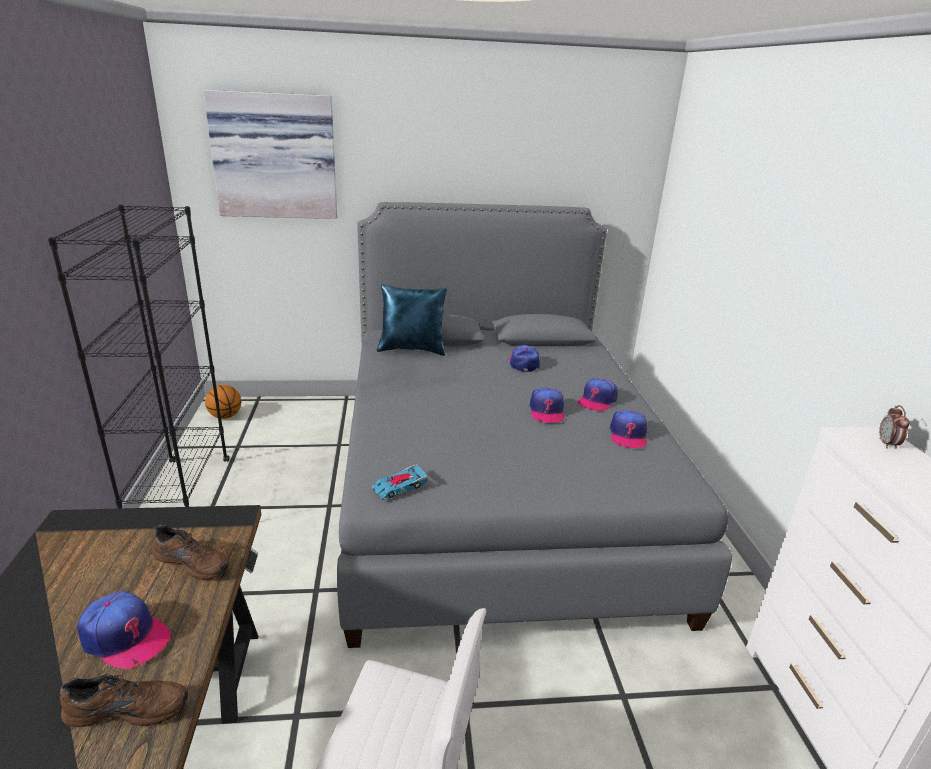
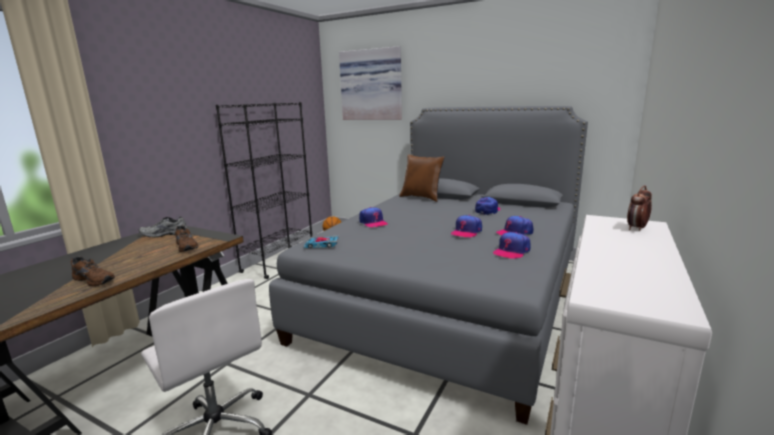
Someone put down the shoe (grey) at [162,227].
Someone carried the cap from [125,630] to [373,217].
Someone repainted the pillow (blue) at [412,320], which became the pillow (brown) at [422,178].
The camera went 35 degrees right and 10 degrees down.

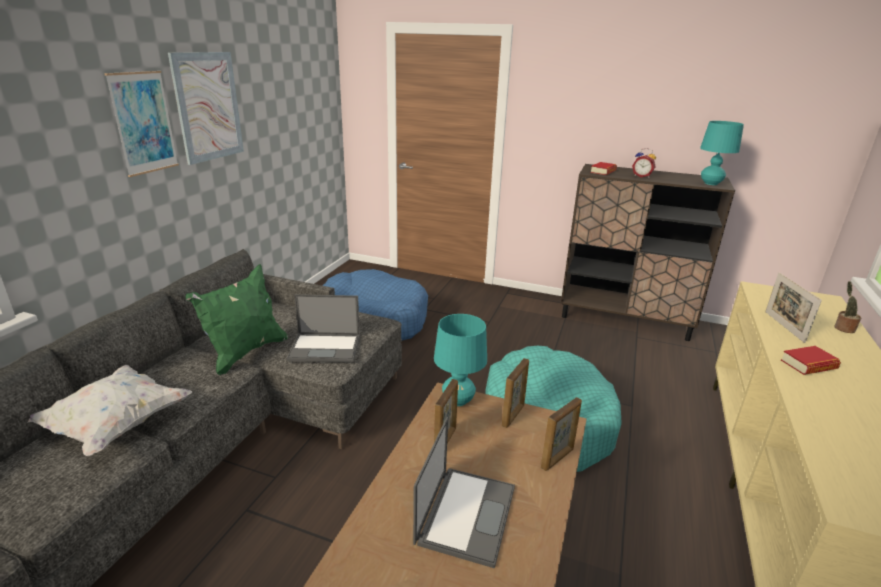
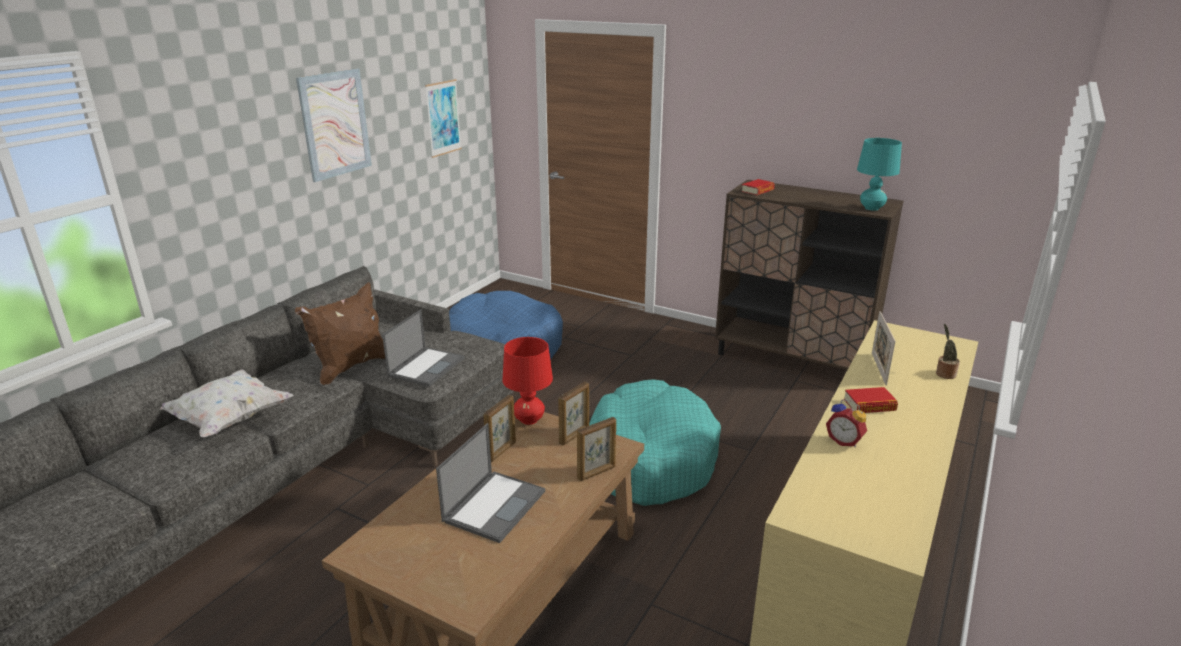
Someone carried the picture from [141,124] to [443,118].
Someone carried the alarm clock from [644,163] to [846,423].
Someone repainted the pillow (green) at [236,319], which became the pillow (brown) at [340,333].
Someone repainted the table lamp (turquoise) at [460,360], which became the table lamp (red) at [527,381].
Someone rotated the laptop at [323,328] by 75 degrees counterclockwise.
The camera went 10 degrees right and 0 degrees up.

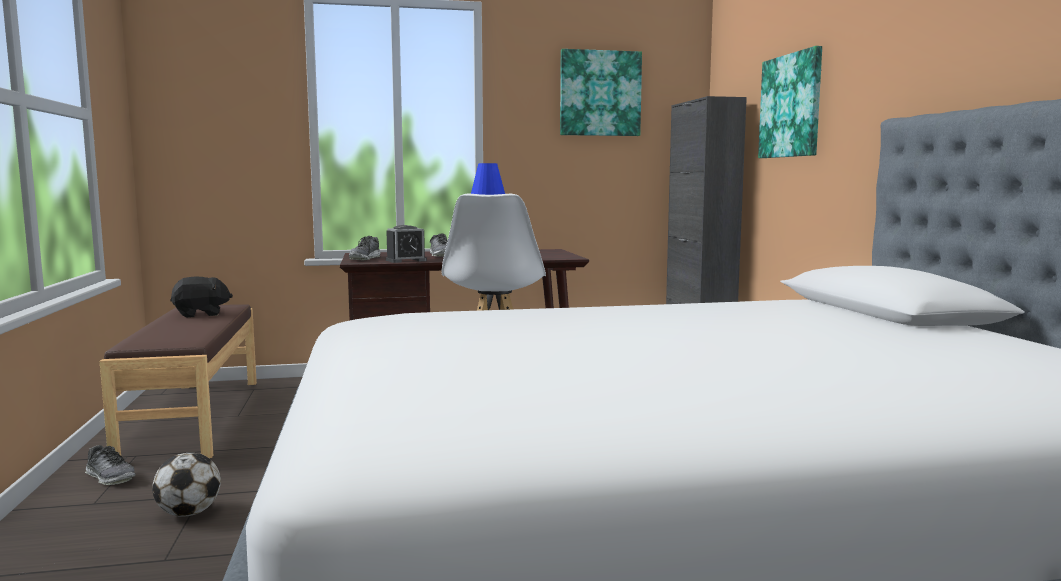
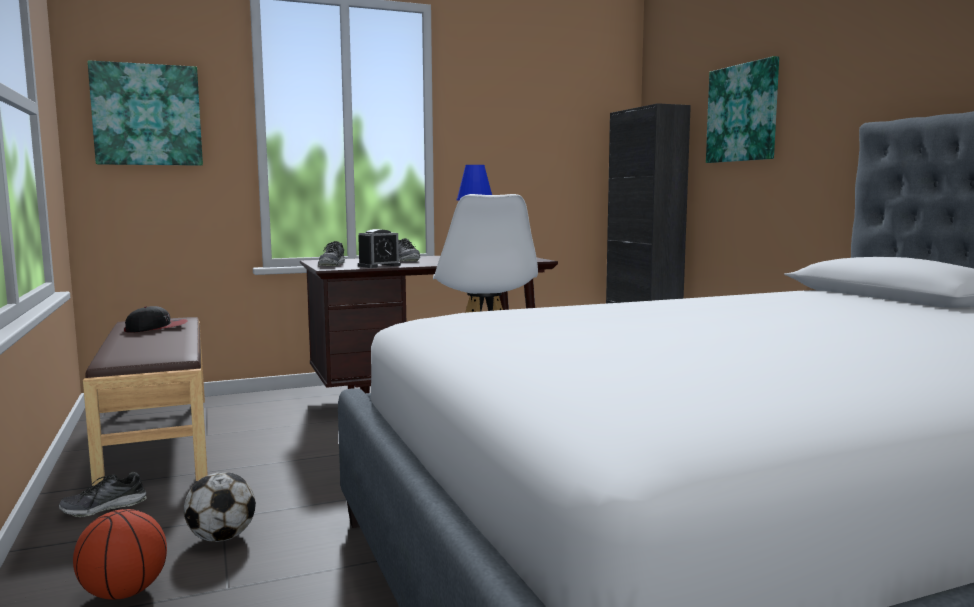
Someone put down the basketball at [120,554].
Someone carried the picture from [601,92] to [145,113].
Someone swapped the plush toy (black) at [201,297] for the cap at [156,319].
Someone rotated the shoe at [110,465] by 120 degrees clockwise.
The camera went 10 degrees left and 0 degrees up.

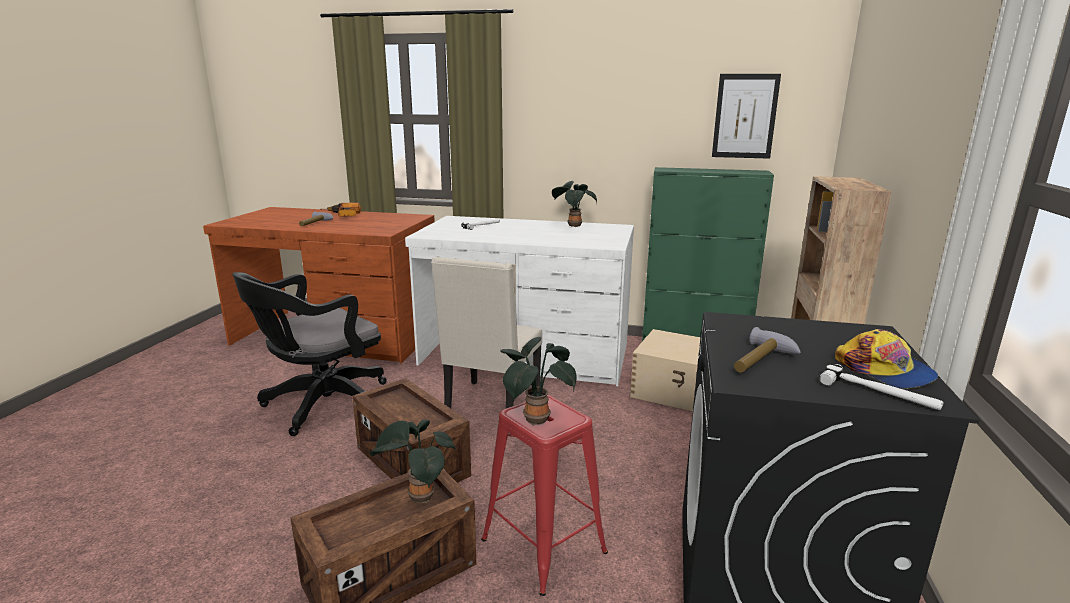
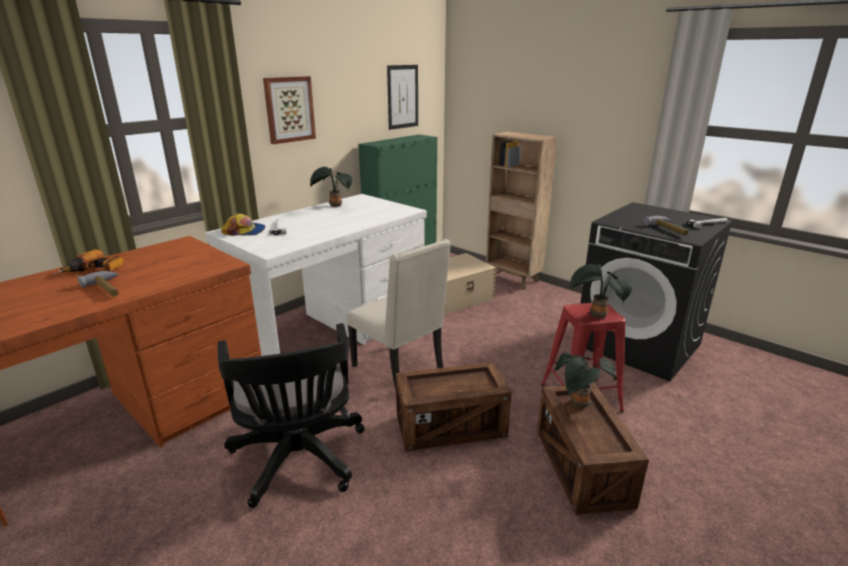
Someone put up the picture at [289,110].
Someone carried the cap from [886,359] to [243,225].
The camera went 60 degrees left and 5 degrees up.

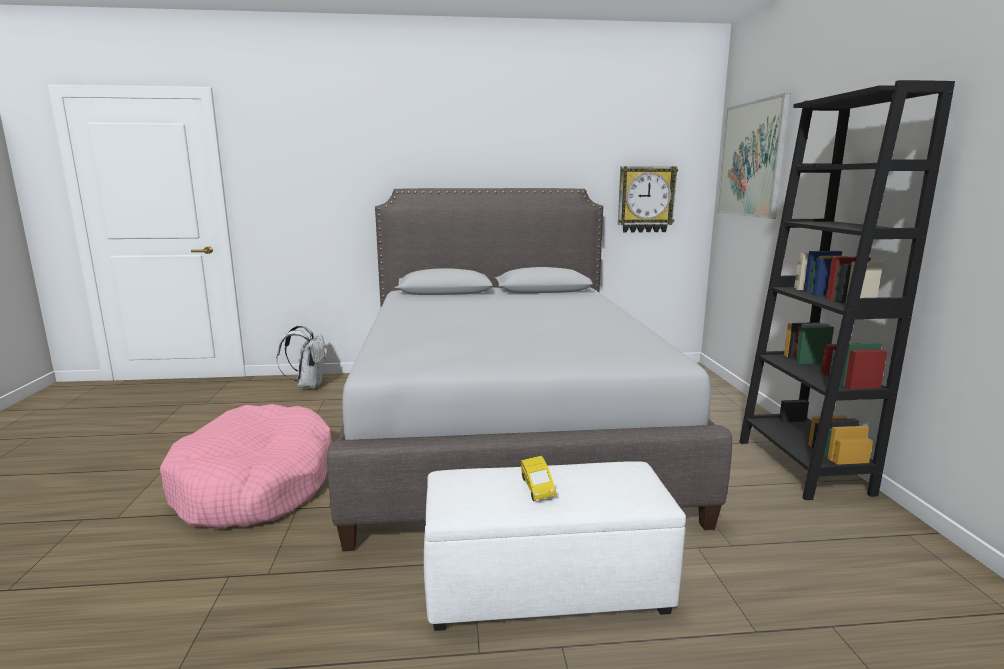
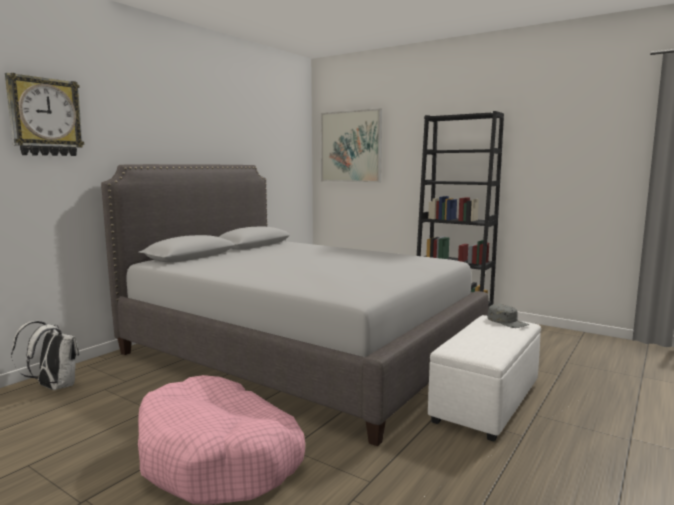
Someone took away the toy car (yellow) at [538,478].
Someone put down the cap (grey) at [508,316].
Someone carried the wall clock from [648,199] to [44,114].
The camera went 50 degrees left and 5 degrees down.

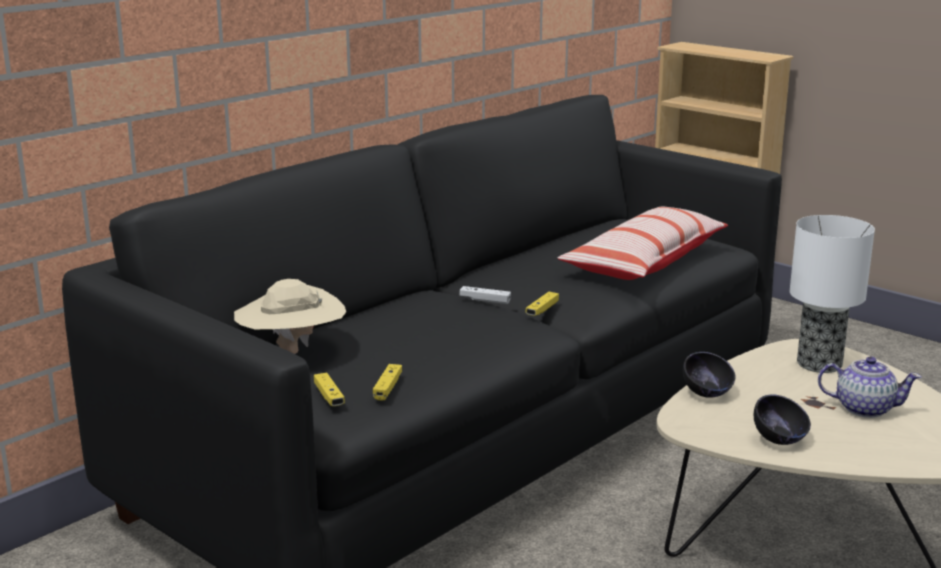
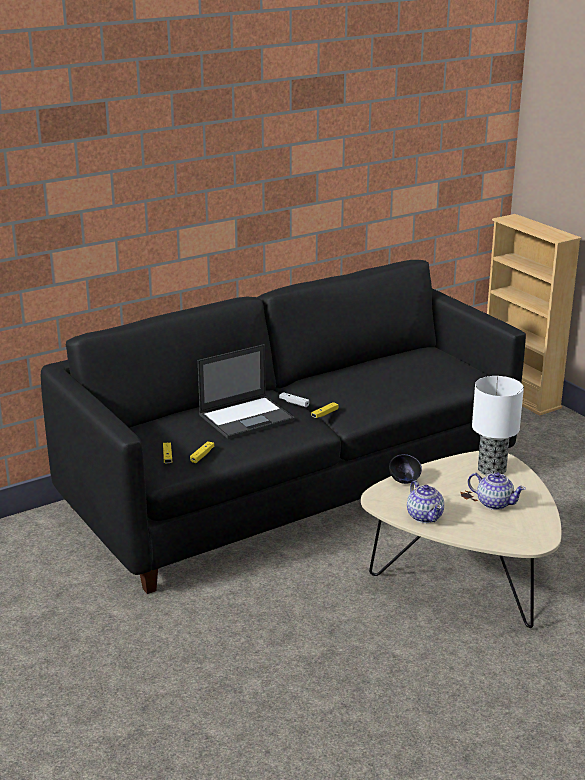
Someone took away the hat (beige) at [290,316].
Someone took away the pillow at [642,243].
Someone put down the laptop at [246,391].
Someone swapped the bowl (black) at [782,419] for the teapot at [425,501].
The camera went 15 degrees right and 5 degrees up.

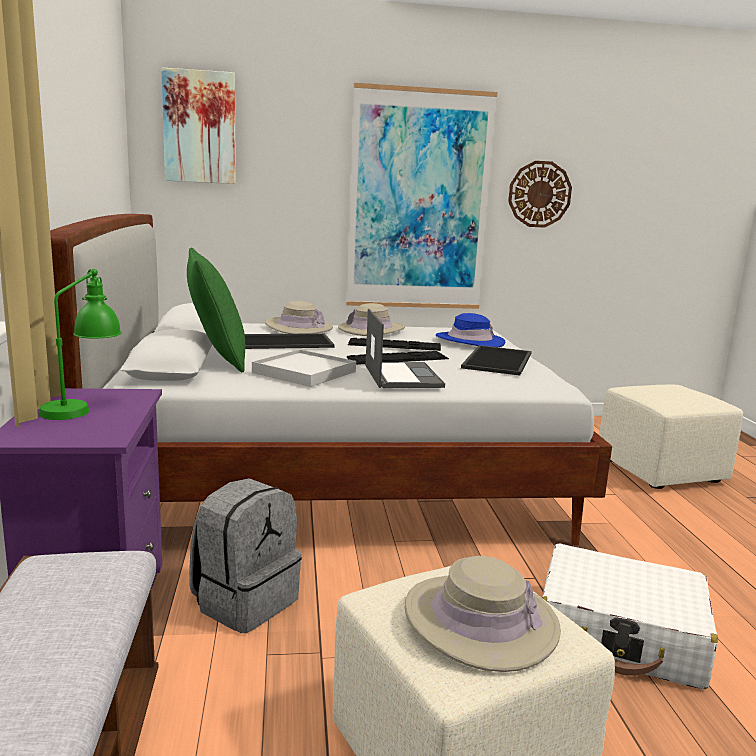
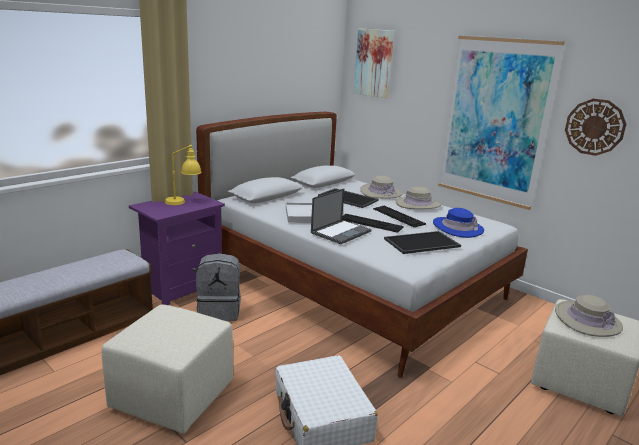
Someone took away the pillow (green) at [216,310].
Someone carried the hat (beige) from [483,614] to [589,316].
Someone repainted the table lamp (green) at [80,344], which became the table lamp (yellow) at [183,175].
The camera went 50 degrees right and 5 degrees up.

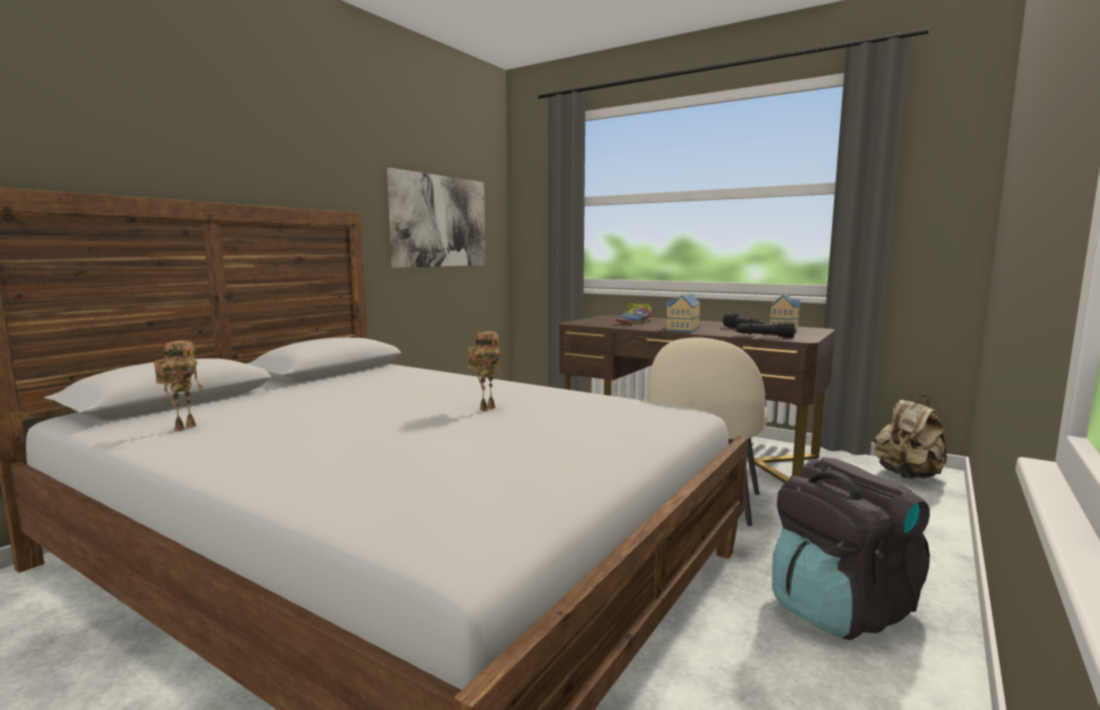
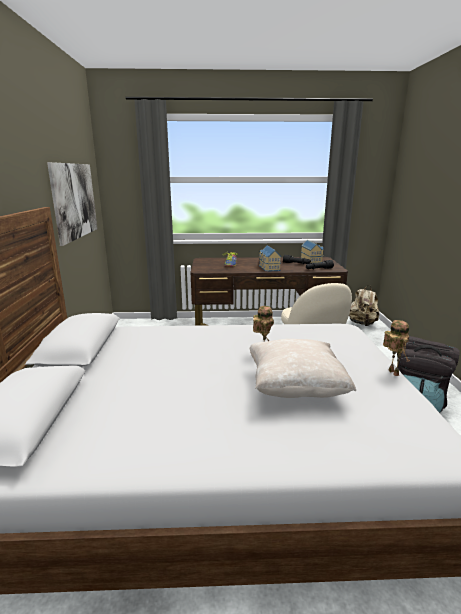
Someone put down the pillow (beige) at [303,368].
Someone carried the toy robot from [178,385] to [396,348].
The camera went 35 degrees left and 10 degrees up.

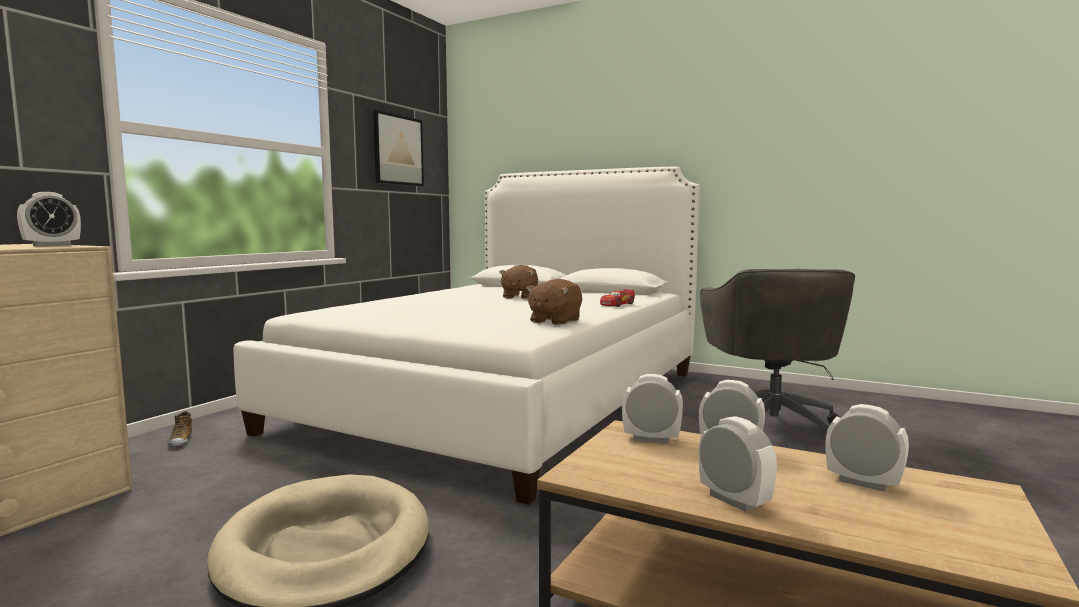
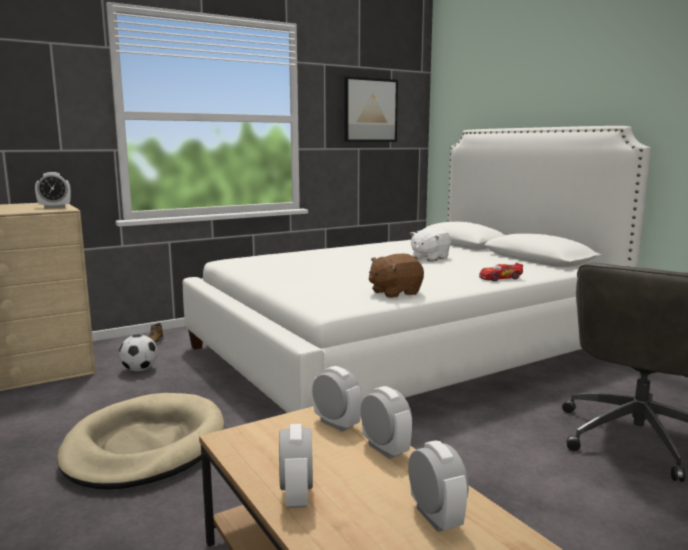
Someone put down the football at [138,352].
Someone repainted the plush toy (brown) at [518,282], which became the plush toy (white) at [430,244].
The camera went 30 degrees right and 5 degrees up.

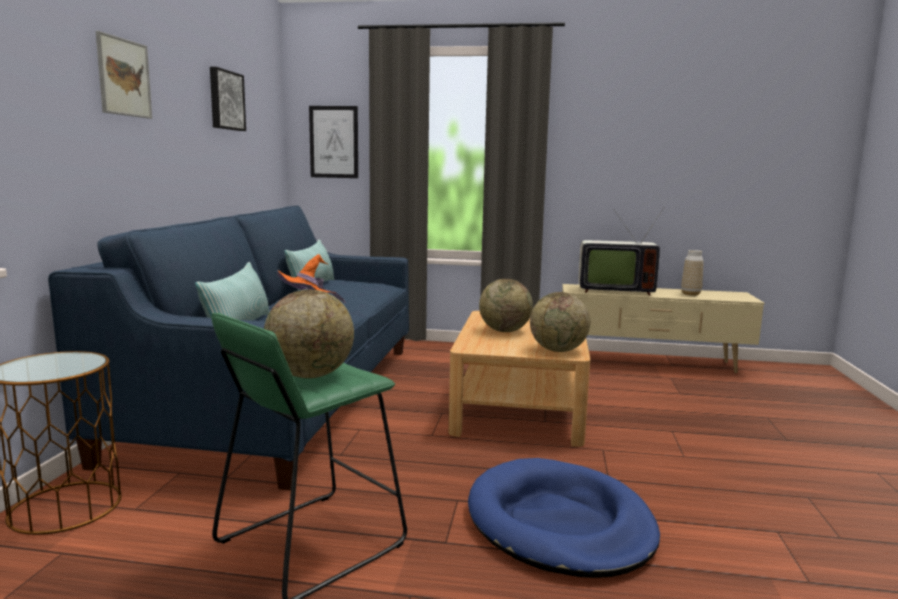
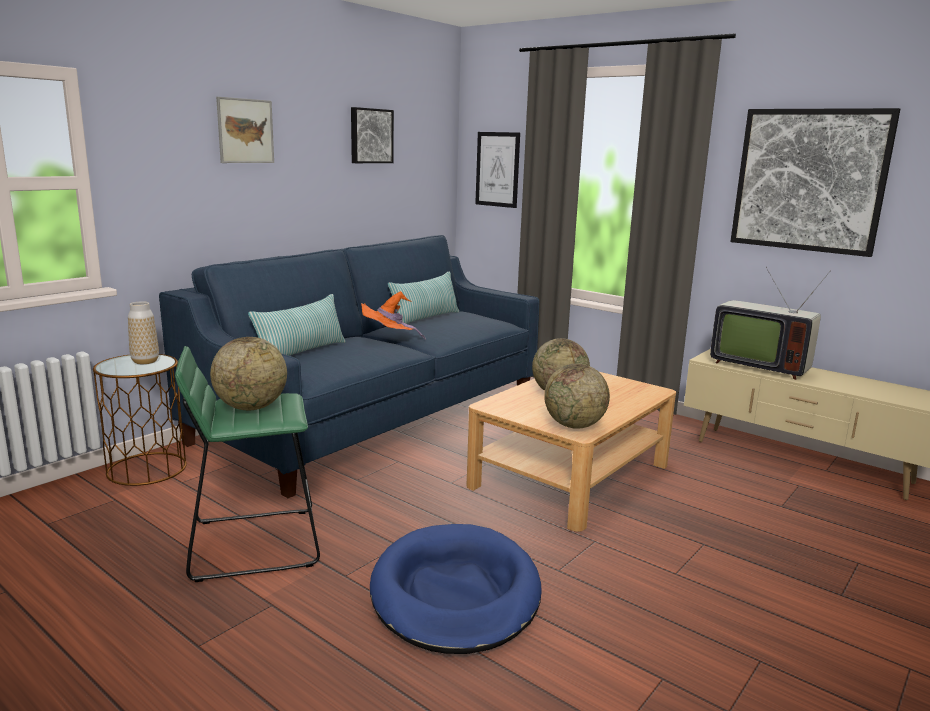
Someone put up the picture at [815,182].
Someone carried the vase from [692,273] to [143,332].
The camera went 30 degrees right and 5 degrees up.

